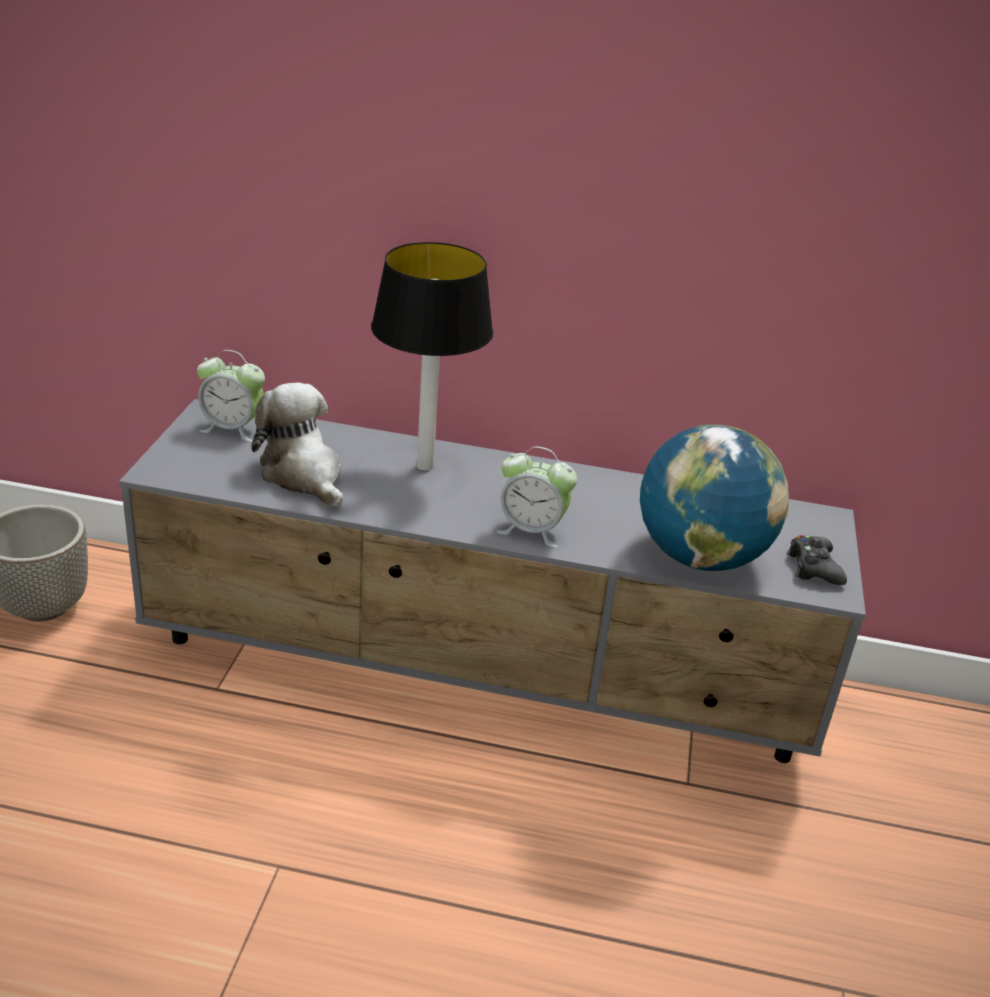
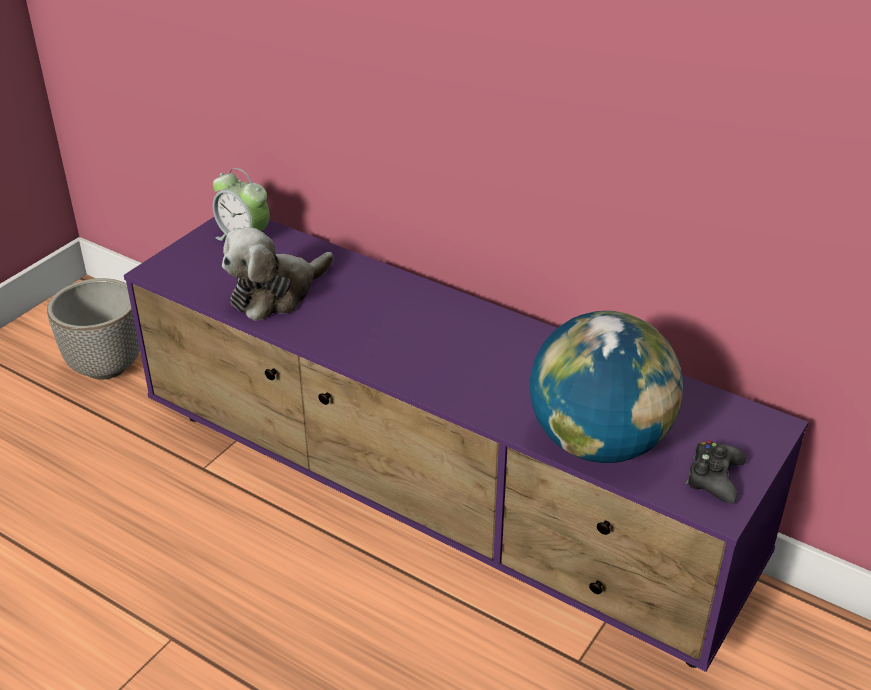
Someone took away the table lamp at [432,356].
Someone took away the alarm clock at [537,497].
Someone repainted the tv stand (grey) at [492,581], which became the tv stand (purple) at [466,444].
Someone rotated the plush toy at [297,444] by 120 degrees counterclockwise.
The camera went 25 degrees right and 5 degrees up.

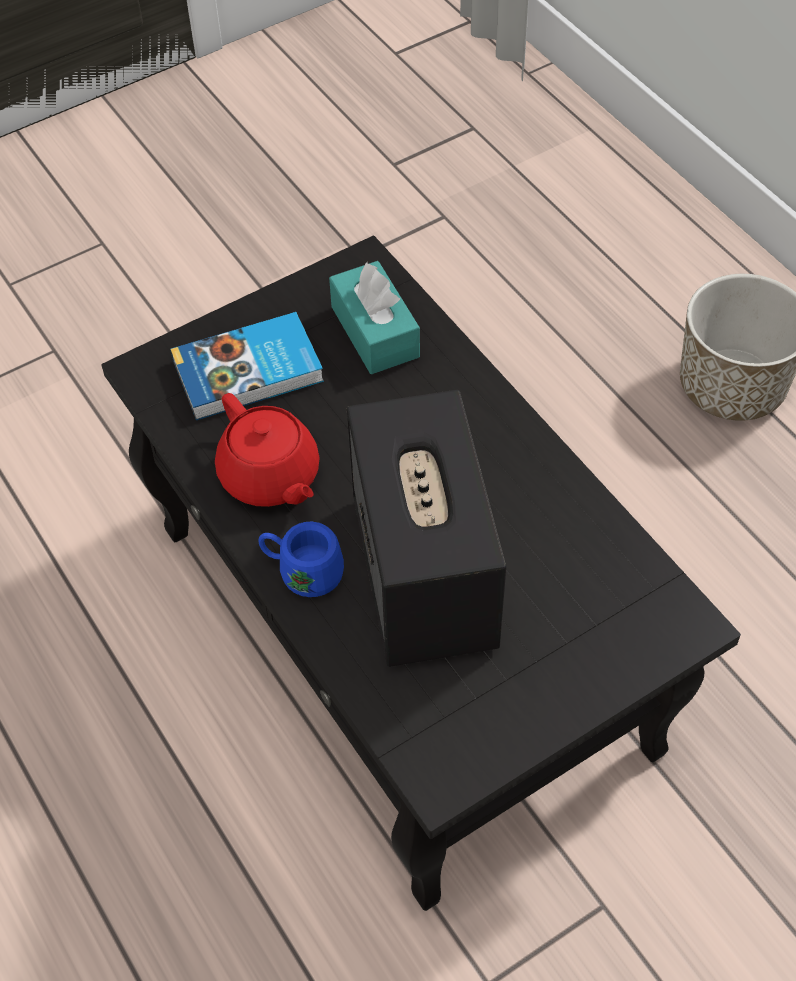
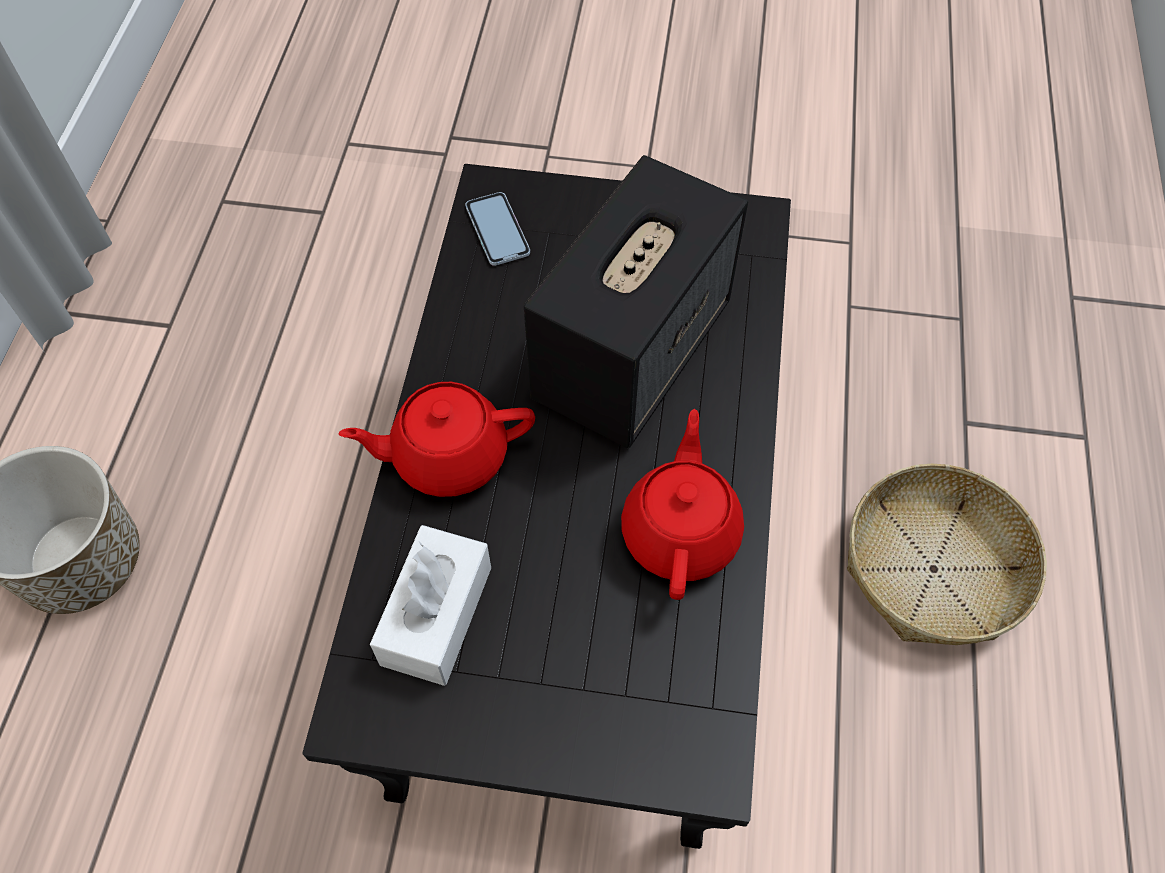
Someone took away the book at [247,366].
Someone took away the mug (blue) at [301,559].
Someone put down the teapot (red) at [436,439].
Someone put down the phone at [497,229].
Someone put down the basket at [947,554].
Someone repainted the tissue box (turquoise) at [374,317], which became the tissue box (white) at [430,605].
The camera went 140 degrees left and 5 degrees up.

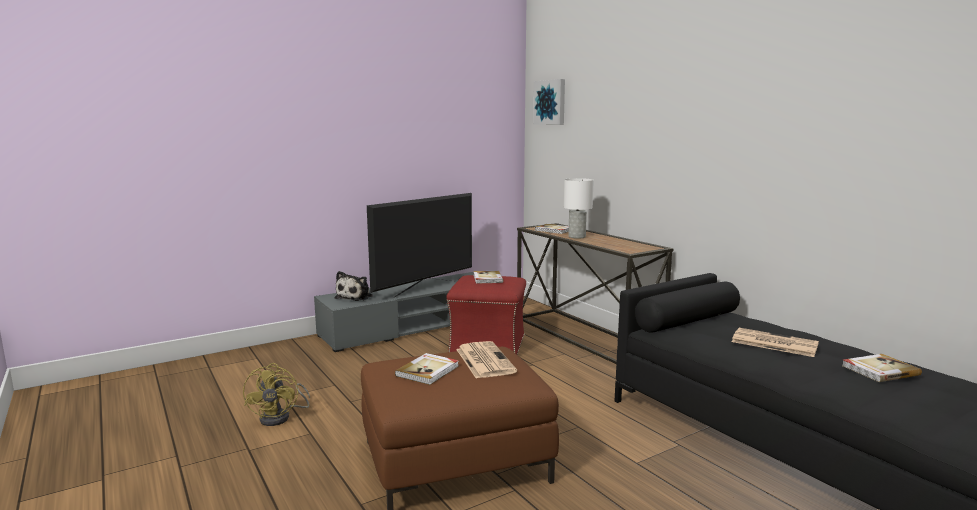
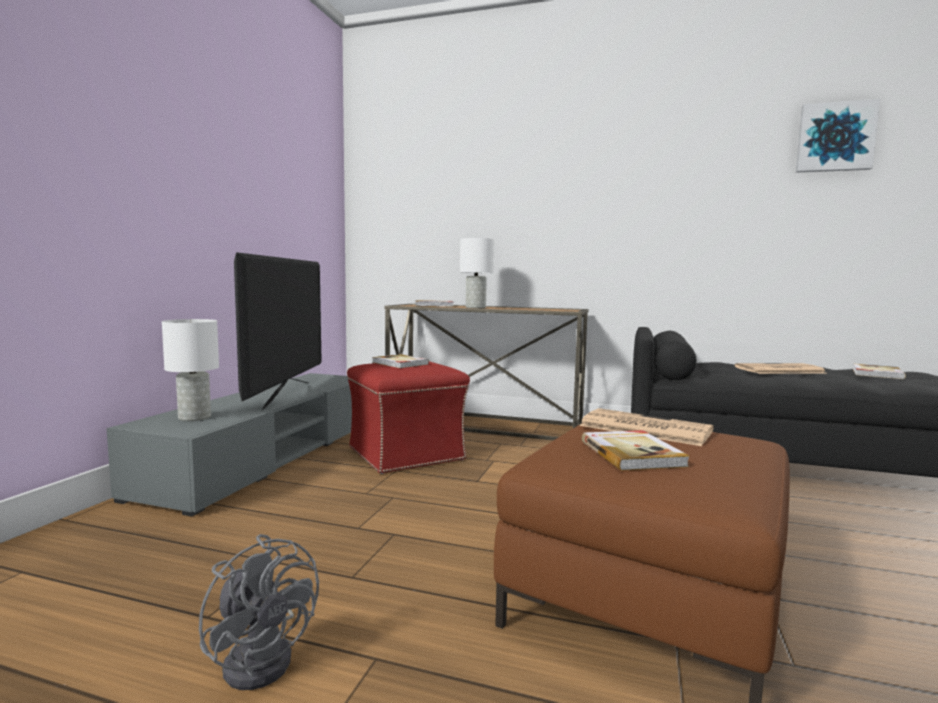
Someone carried the picture from [549,102] to [838,136].
Someone swapped the plush toy at [354,286] for the table lamp (white) at [190,370].
Someone repainted the fan (yellow) at [276,394], which became the fan (grey) at [259,612].
The camera went 40 degrees left and 5 degrees down.

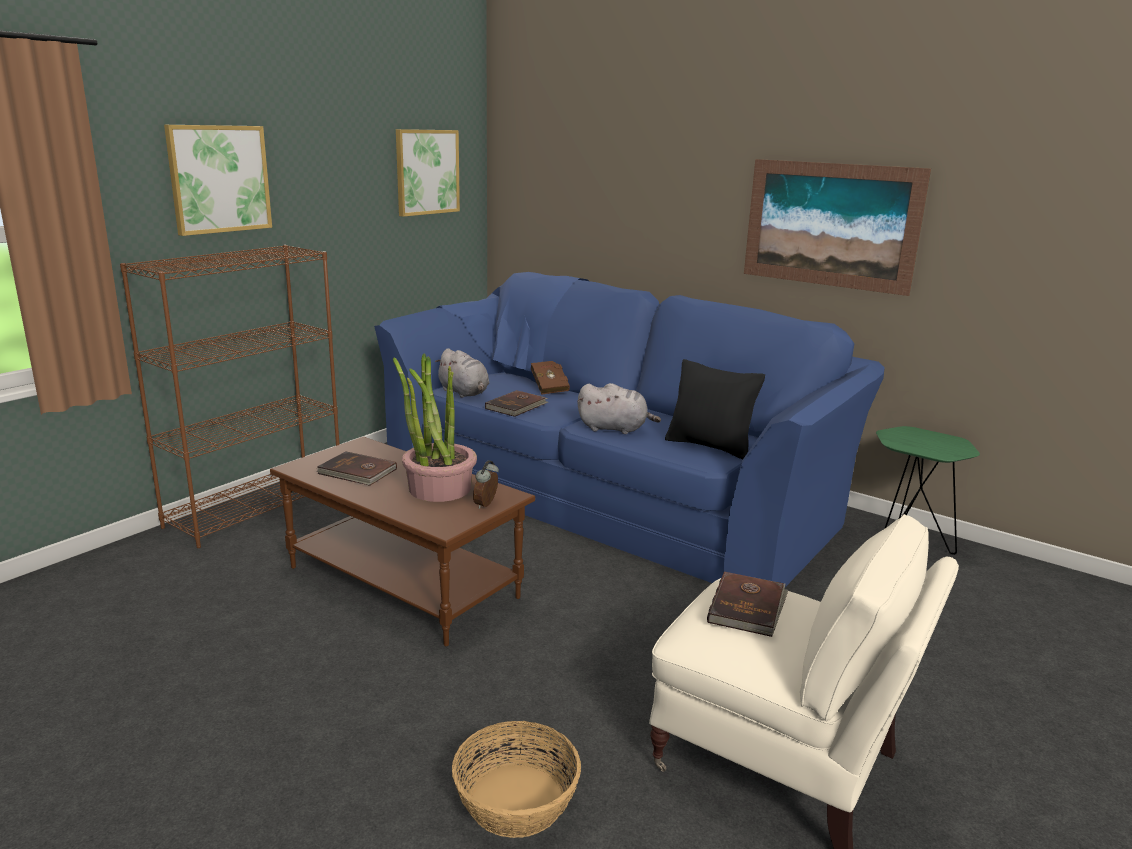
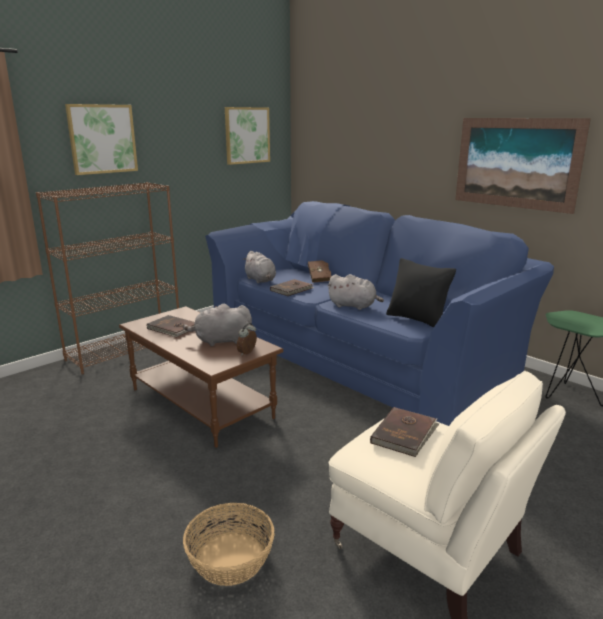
Someone swapped the potted plant at [435,428] for the plush toy (grey) at [217,325].
The camera went 10 degrees right and 0 degrees up.

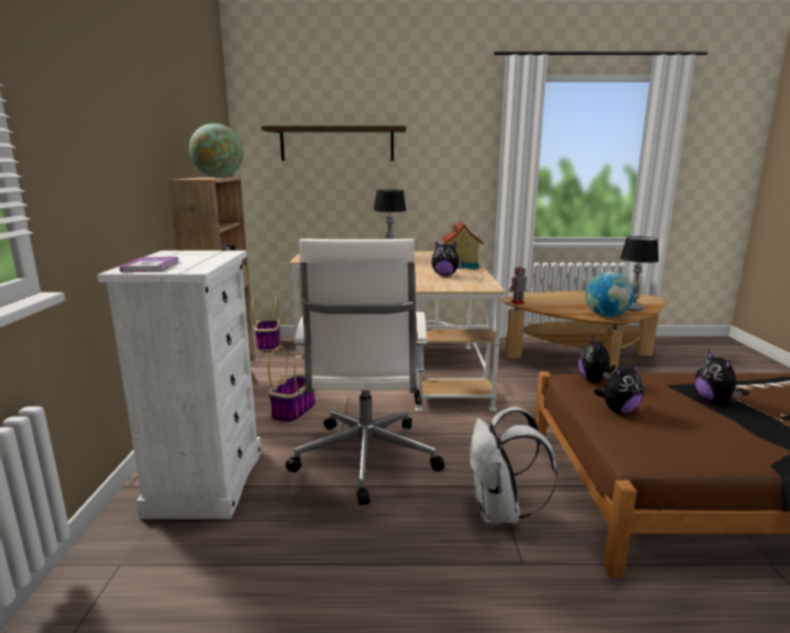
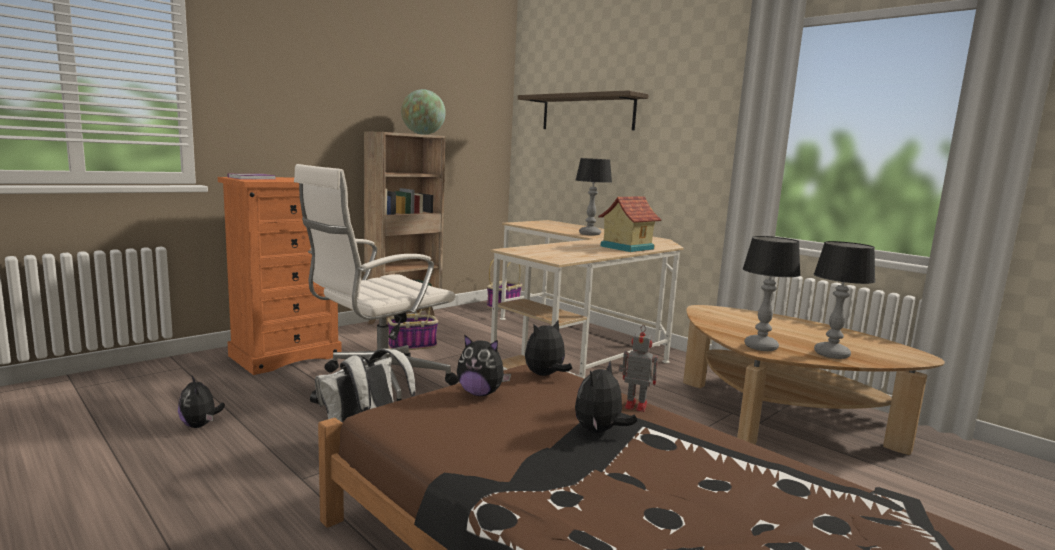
Someone carried the plush toy from [446,258] to [201,402].
Someone carried the toy robot from [518,284] to [638,368].
Someone swapped the globe at [610,294] for the table lamp at [772,293].
Someone repainted the dresser (white) at [179,385], which became the dresser (orange) at [280,276].
The camera went 45 degrees right and 5 degrees down.

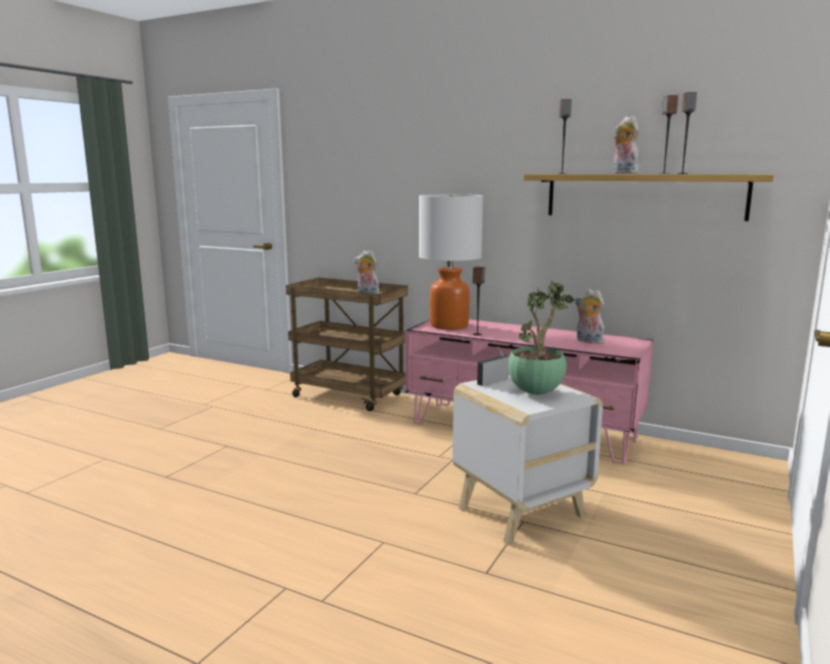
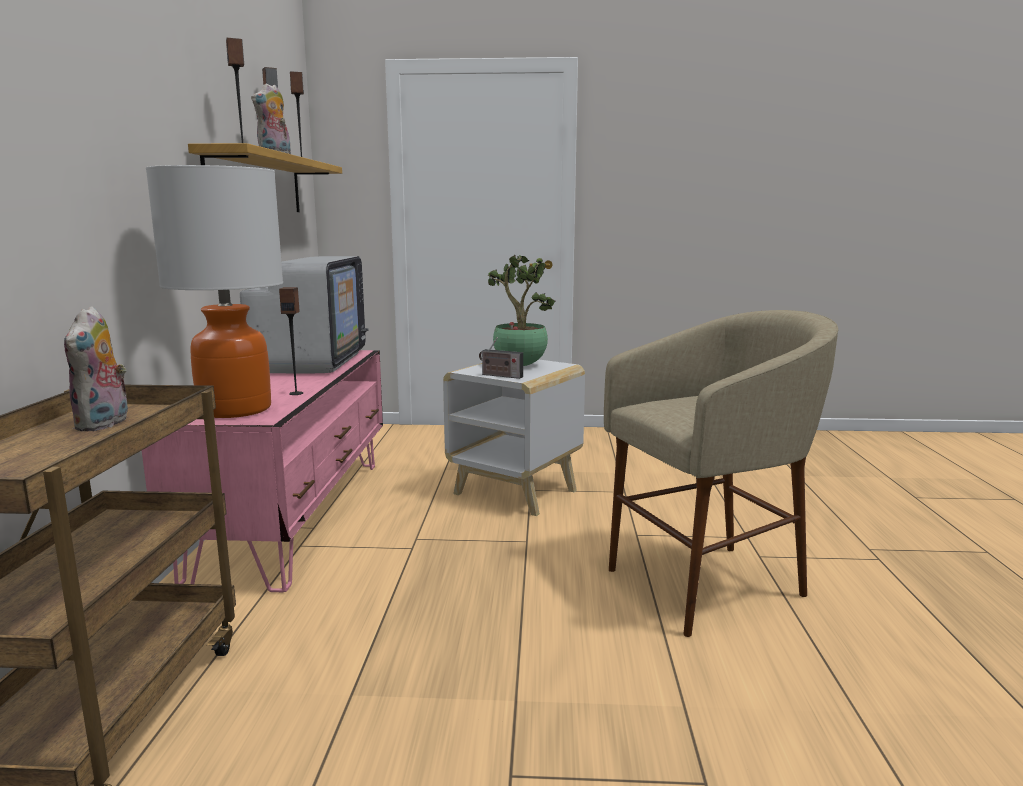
Someone put down the stool (beige) at [721,473].
Someone swapped the plush toy at [589,316] for the television at [304,314].
The camera went 115 degrees left and 0 degrees up.

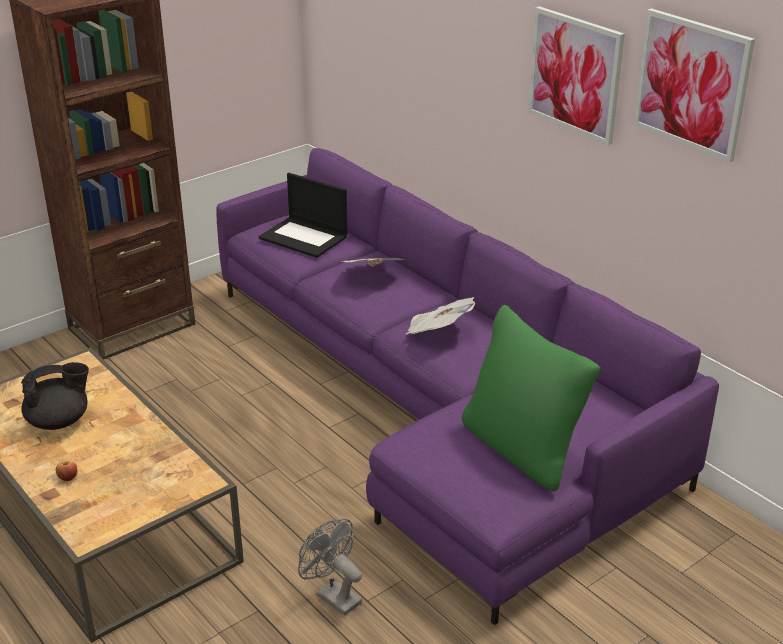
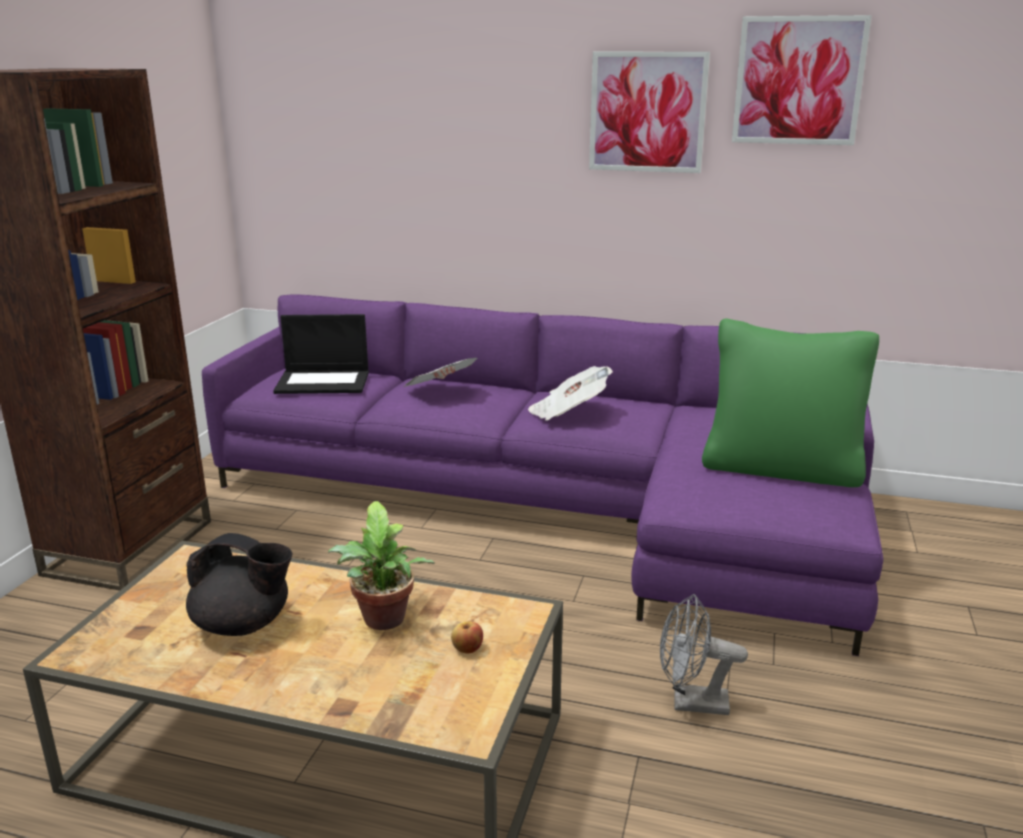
Someone put down the potted plant at [381,565].
Someone carried the apple from [66,470] to [467,638].
Someone rotated the teapot (black) at [55,396] by 75 degrees clockwise.
The camera went 35 degrees left and 10 degrees down.

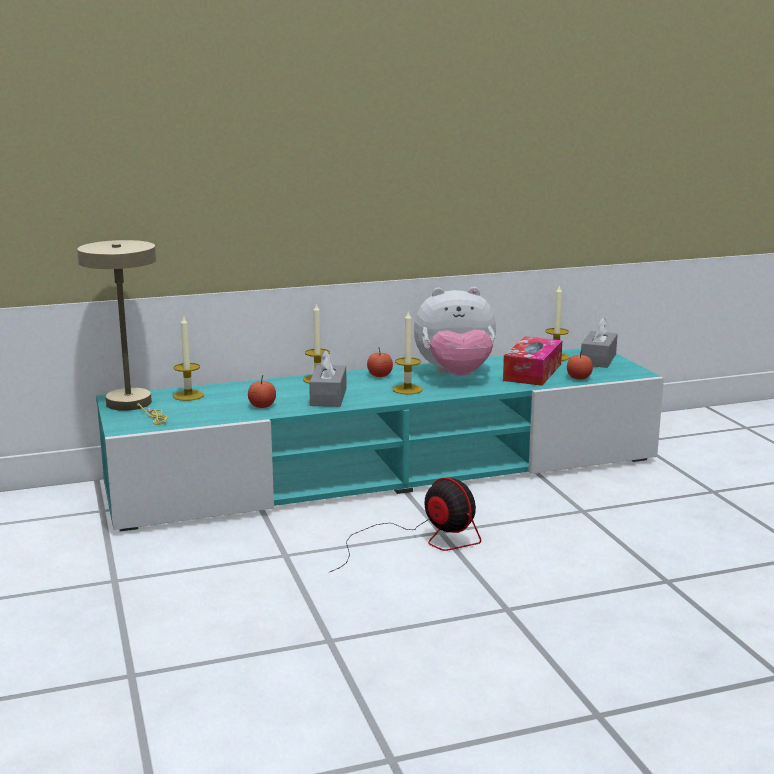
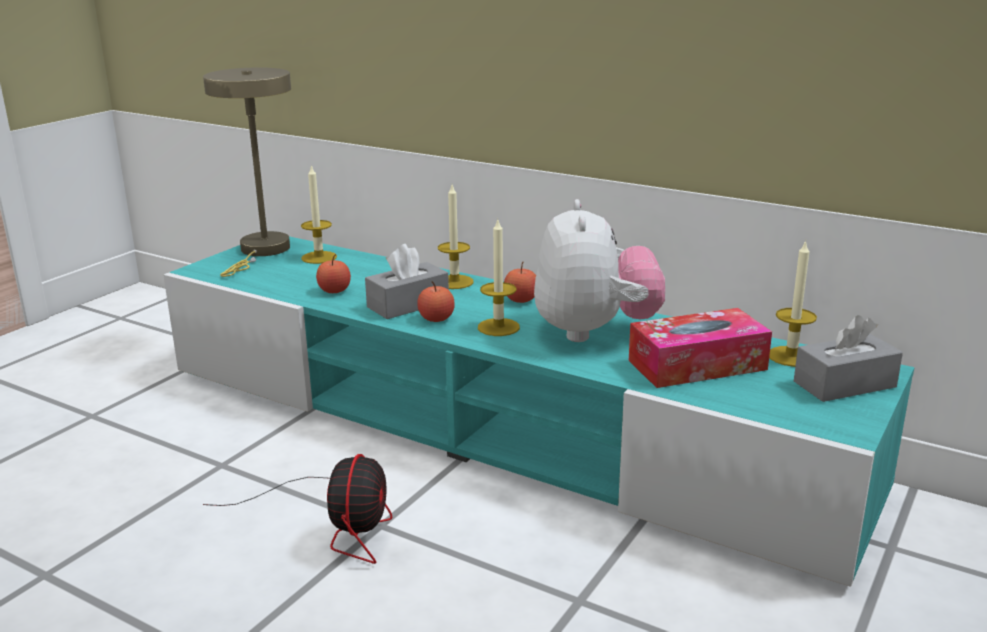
Someone carried the apple from [580,365] to [436,301].
Someone rotated the plush toy at [455,331] by 135 degrees counterclockwise.
The camera went 50 degrees right and 5 degrees up.

